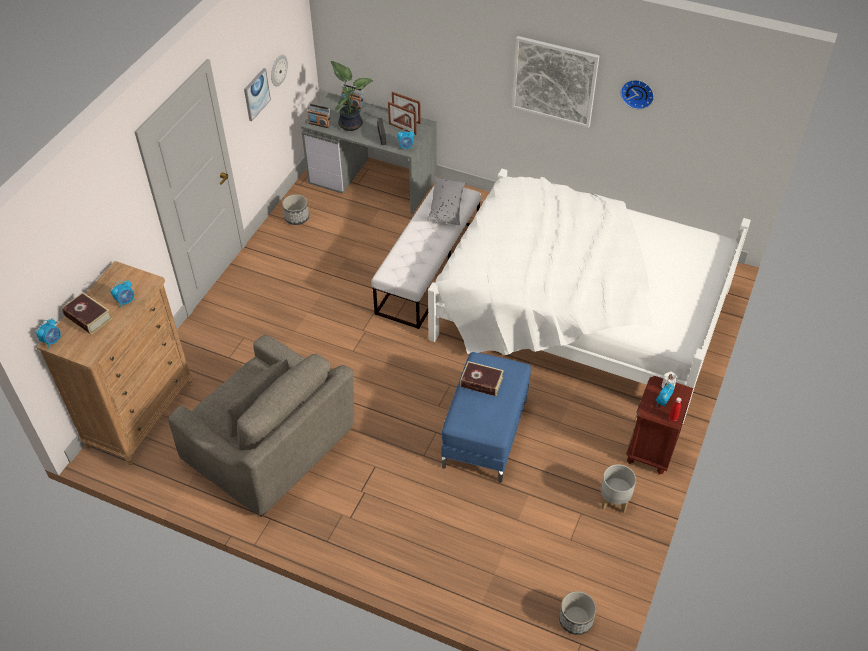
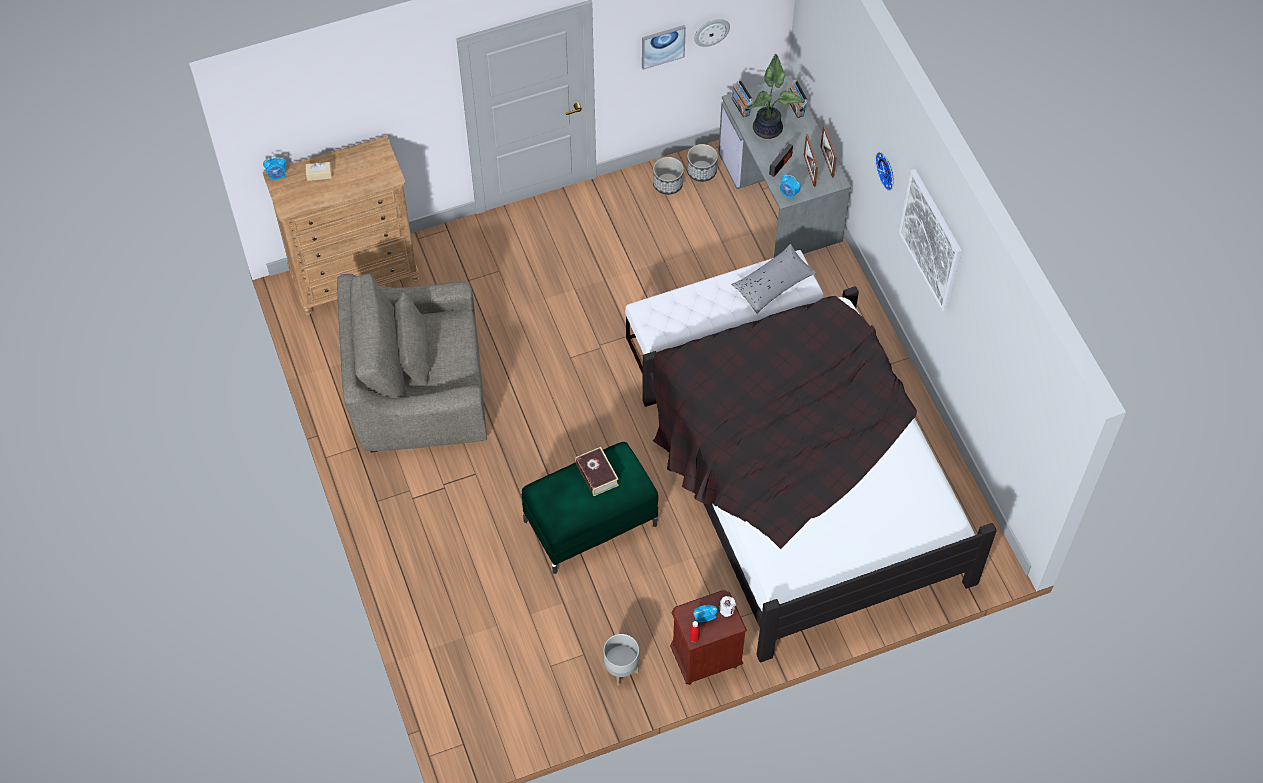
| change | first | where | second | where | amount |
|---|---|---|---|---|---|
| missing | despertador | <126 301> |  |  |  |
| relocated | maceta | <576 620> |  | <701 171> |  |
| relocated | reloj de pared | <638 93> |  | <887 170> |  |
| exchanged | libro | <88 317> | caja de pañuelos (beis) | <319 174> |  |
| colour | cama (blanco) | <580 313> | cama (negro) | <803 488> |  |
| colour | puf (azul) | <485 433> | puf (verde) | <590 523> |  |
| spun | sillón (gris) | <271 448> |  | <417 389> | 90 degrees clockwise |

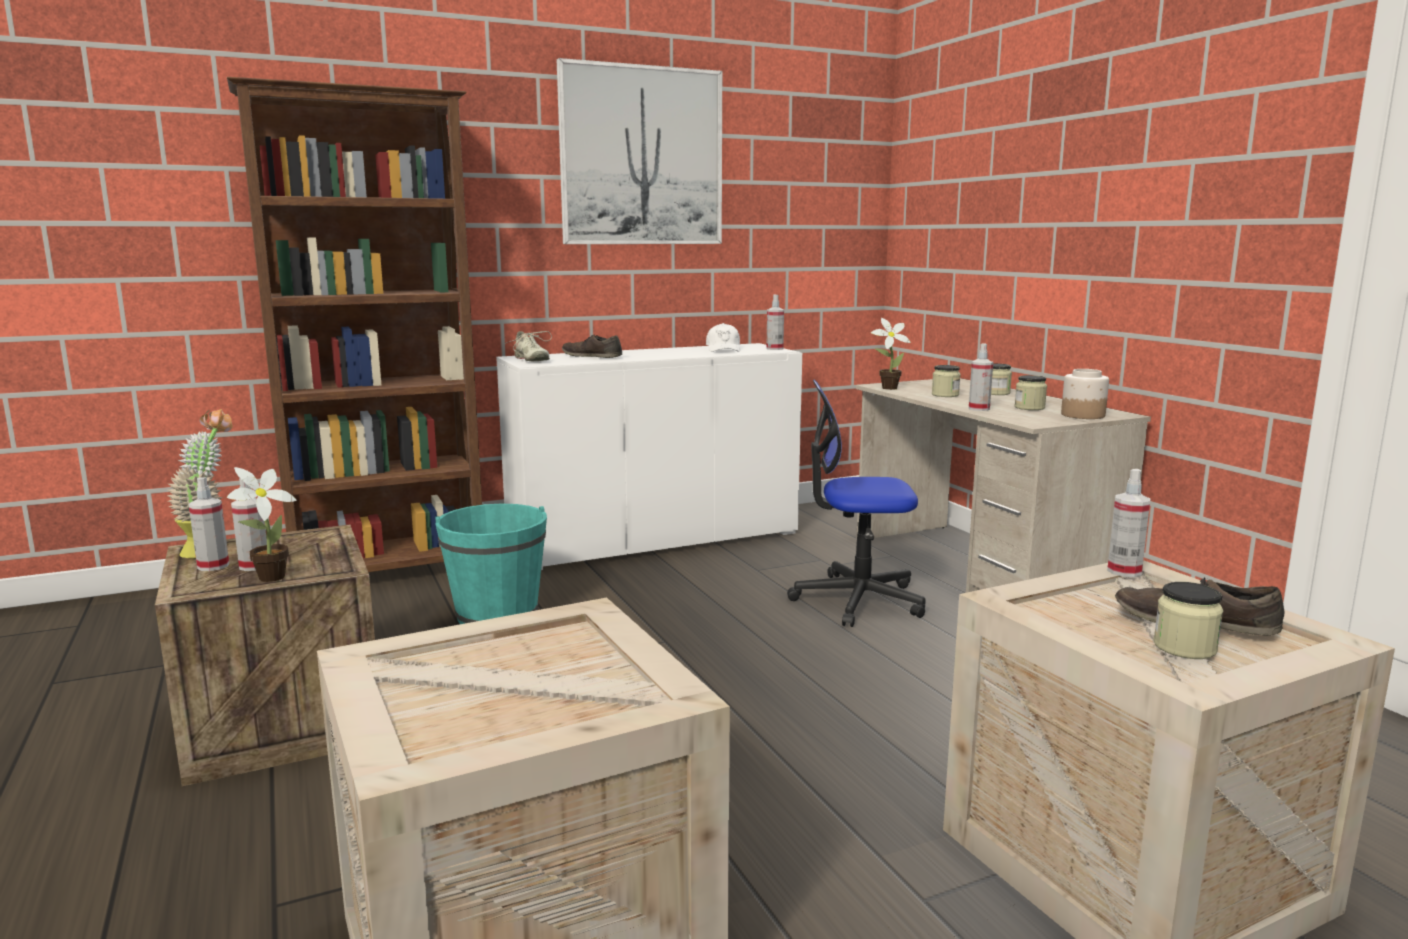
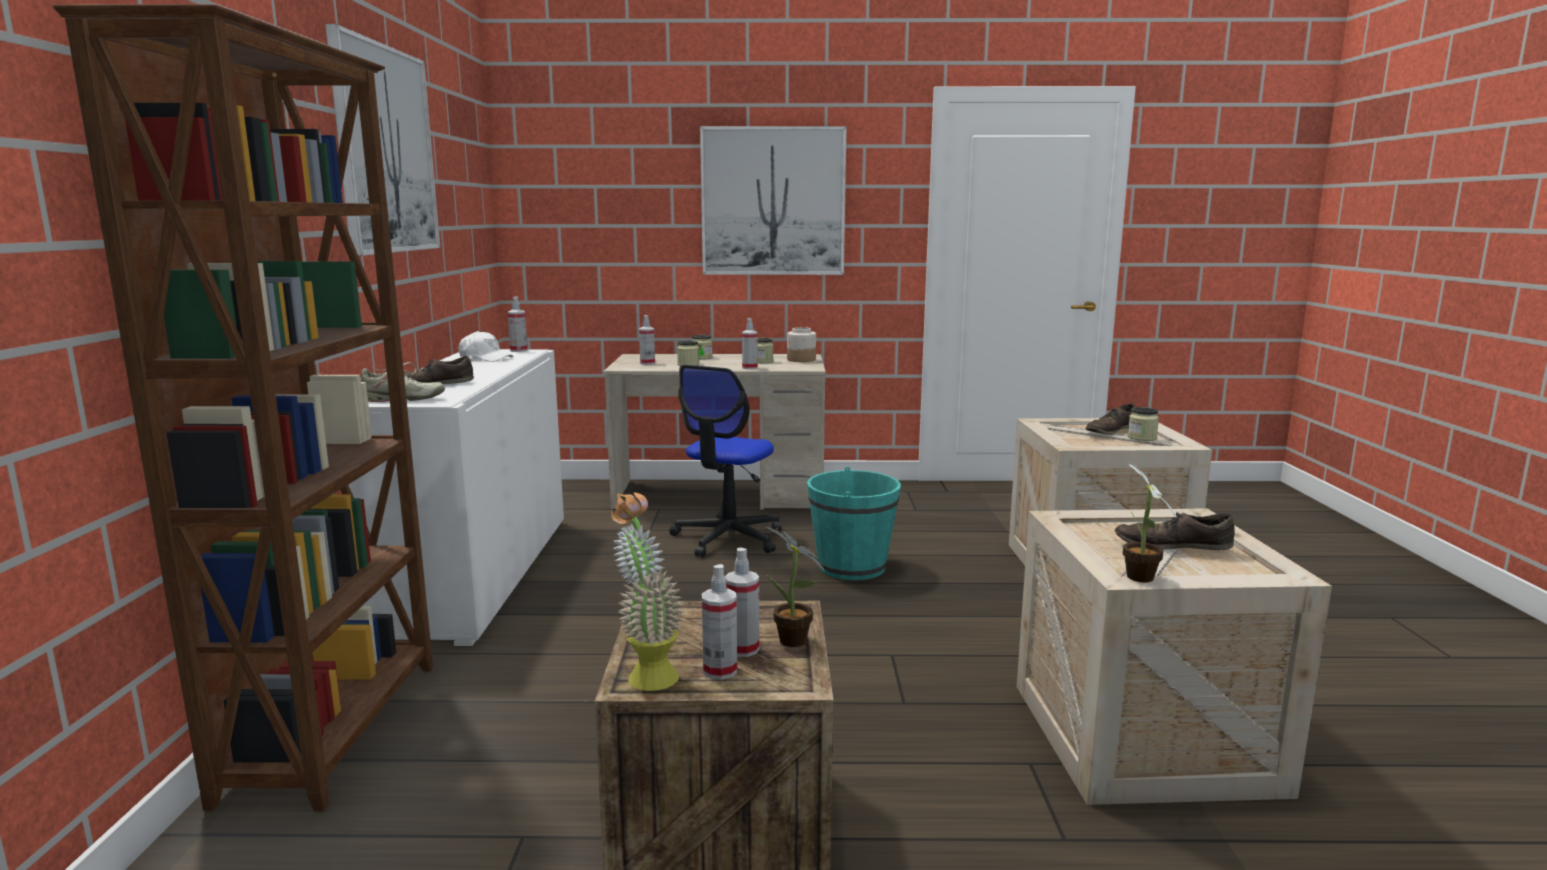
| change | first | where | second | where | amount |
|---|---|---|---|---|---|
| appeared |  |  | cuadro | <773 202> |  |
| appeared |  |  | zapato (marrón) | <1172 545> |  |
| relocated | cubo (turquesa) | <497 616> |  | <852 567> |  |
| relocated | planta en maceta | <886 388> |  | <1139 579> |  |
| relocated | pulverizador | <1124 571> |  | <647 363> |  |

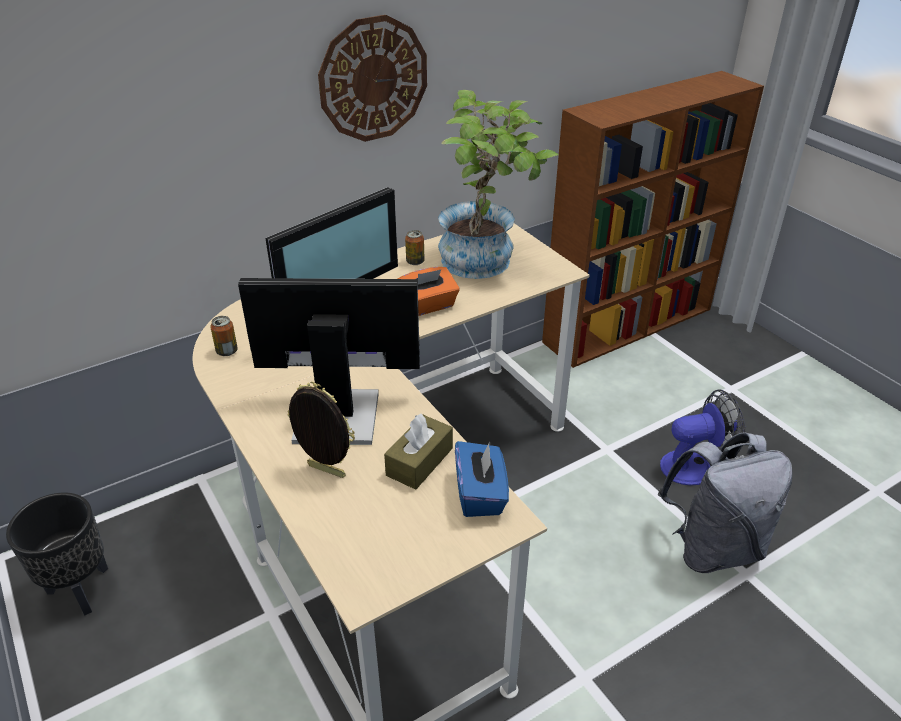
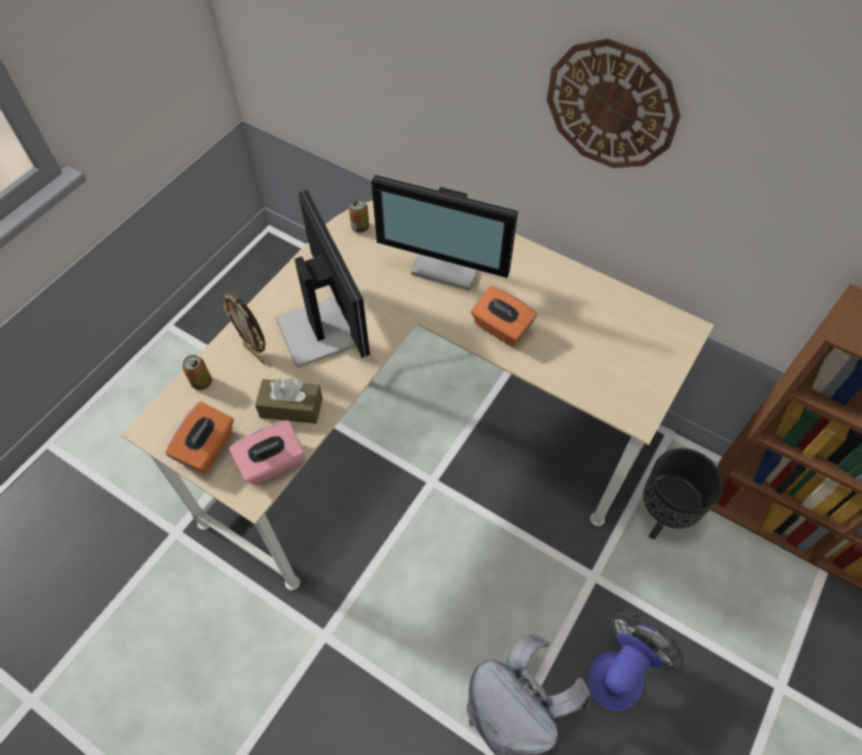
| change | first | where | second | where | amount |
|---|---|---|---|---|---|
| missing | planta en maceta | <487 262> |  |  |  |
| appeared |  |  | caja de pañuelos (naranja) | <207 448> |  |
| relocated | maceta (negro) | <80 590> |  | <662 515> |  |
| relocated | lata | <415 261> |  | <201 382> |  |
| colour | caja de pañuelos (azul) | <480 494> | caja de pañuelos (rosa) | <272 463> |  |
| spun | portarretratos | <325 472> |  | <255 353> | 135 degrees clockwise |
| spun | ventilador | <694 466> |  | <620 671> | 105 degrees counterclockwise |

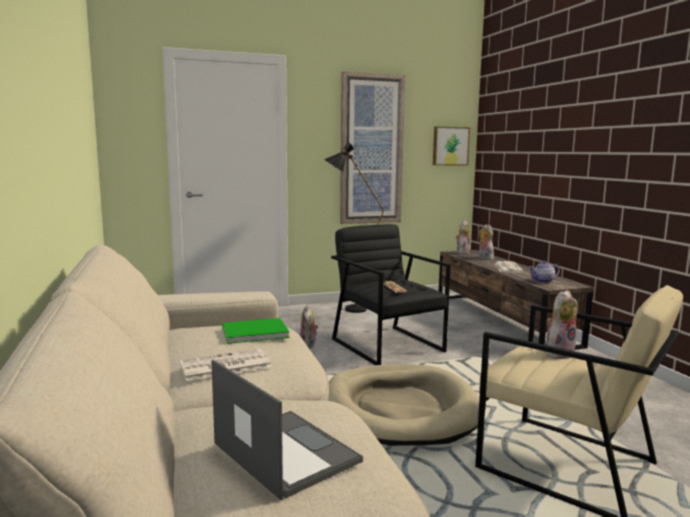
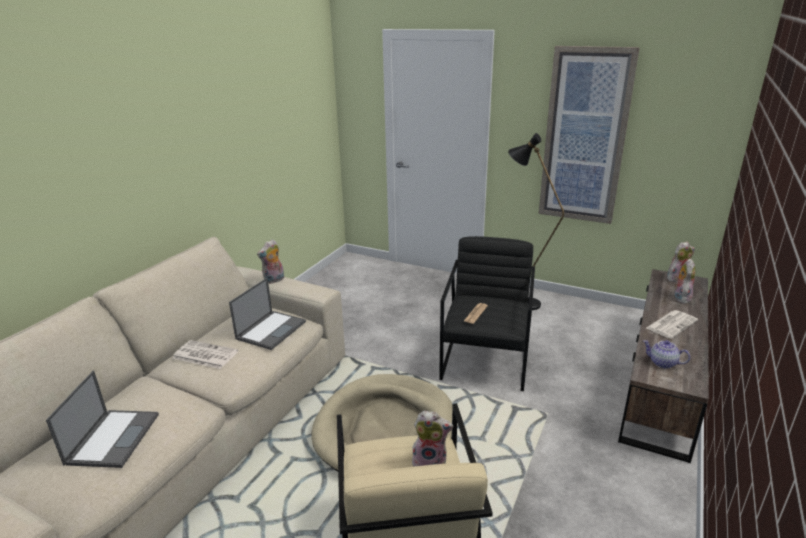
| change | first | where | second | where | amount |
|---|---|---|---|---|---|
| missing | cuadro | <450 146> |  |  |  |
| relocated | peluche | <308 346> |  | <274 280> |  |
| exchanged | libro (verde) | <253 332> | portátil | <271 329> |  |

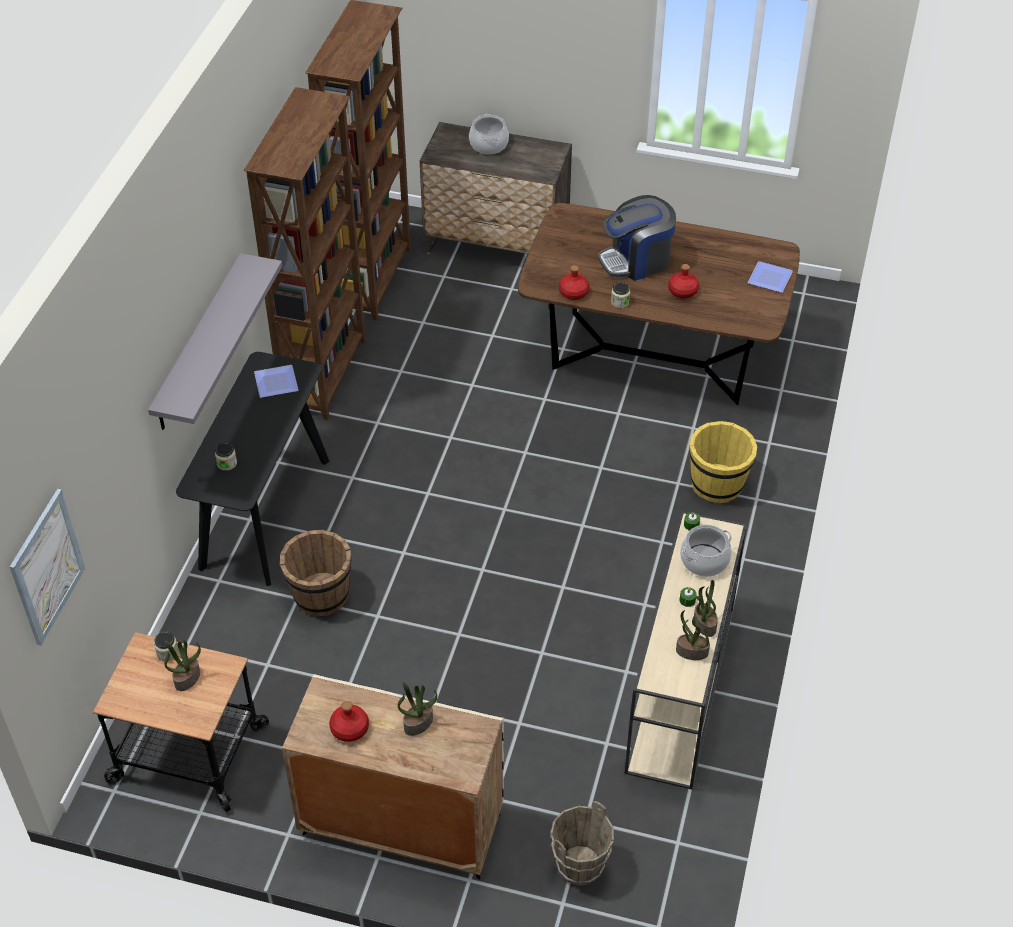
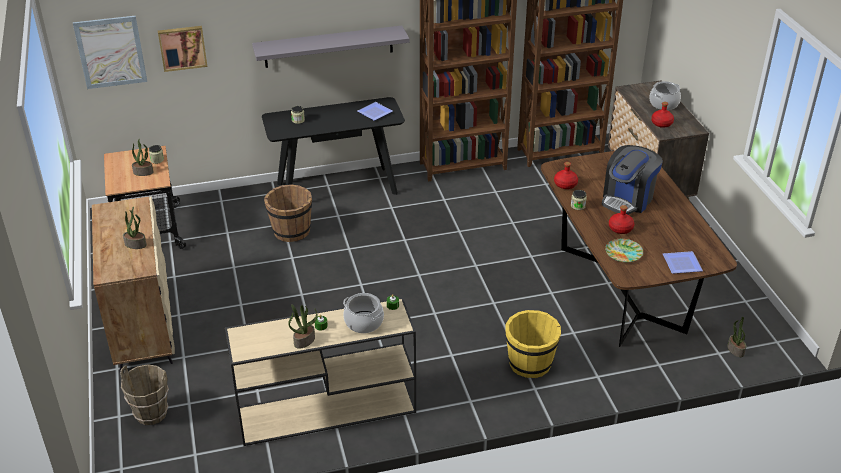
| change | first | where | second | where | amount |
|---|---|---|---|---|---|
| appeared |  |  | cuadro | <182 47> |  |
| appeared |  |  | plato | <623 253> |  |
| relocated | botella (rojo) | <349 729> |  | <661 123> |  |
| relocated | planta en maceta | <691 652> |  | <735 350> |  |
| spun | cafetera | <636 260> |  | <628 199> | 90 degrees counterclockwise |

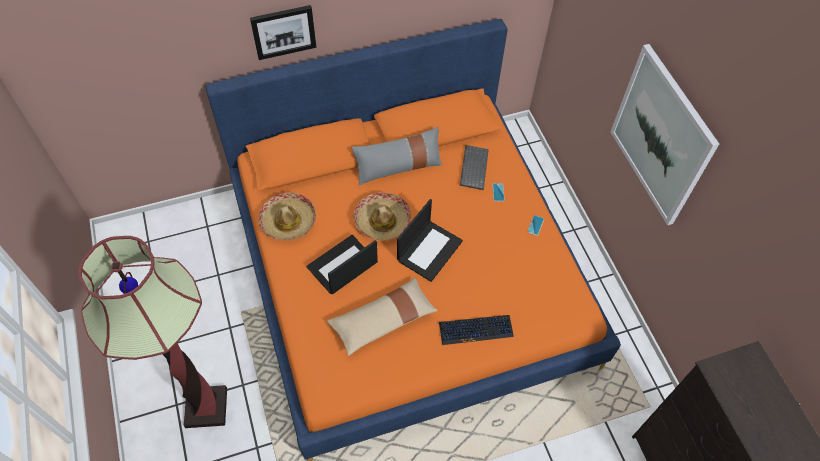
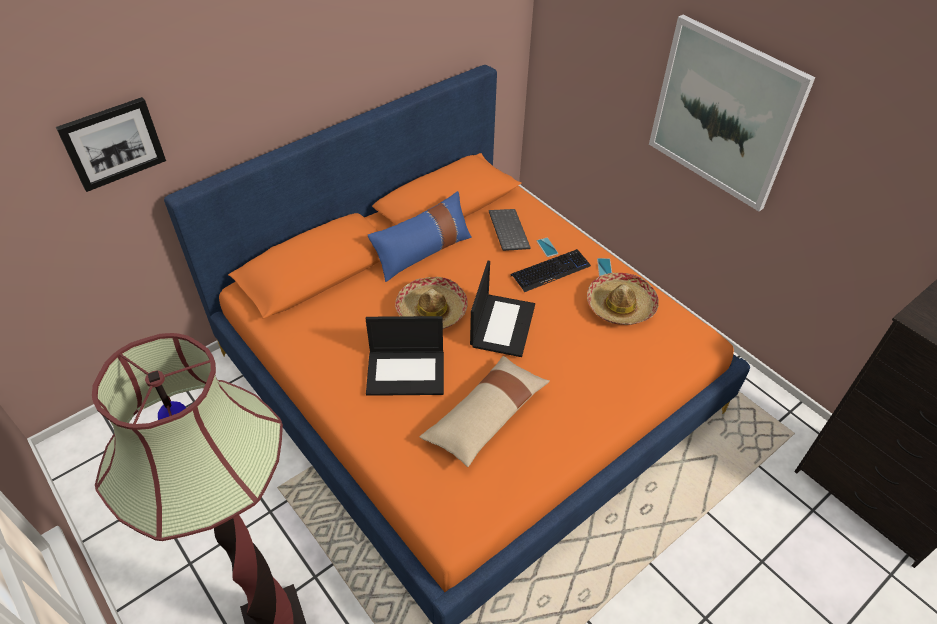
| change | first | where | second | where | amount |
|---|---|---|---|---|---|
| relocated | cuadro | <283 31> |  | <113 143> |  |
| relocated | sombrero | <288 221> |  | <620 305> |  |
| relocated | teclado | <475 330> |  | <550 271> |  |
| colour | cojín (gris) | <398 167> | cojín (azul) | <423 252> |  |
| spun | portátil | <342 266> |  | <406 372> | 120 degrees counterclockwise |

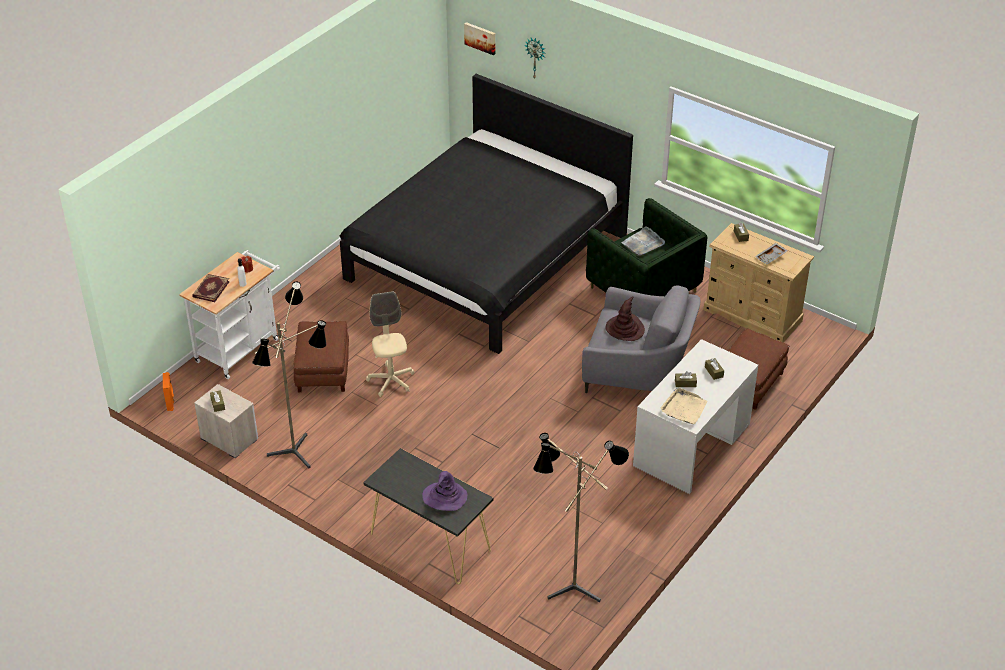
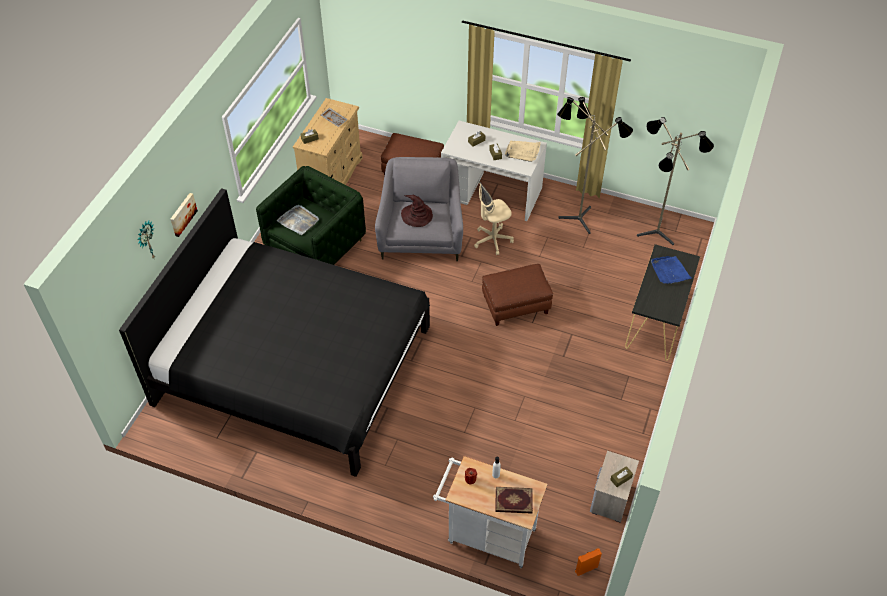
| change | first | where | second | where | amount |
|---|---|---|---|---|---|
| relocated | lámpara de pie | <300 454> |  | <578 216> |  |
| relocated | puf (marrón) | <322 370> |  | <515 305> |  |
| relocated | silla de oficina (beis) | <391 381> |  | <492 240> |  |
| relocated | cuadro | <480 38> |  | <182 214> |  |
| exchanged | sombrero (morado) | <444 497> | bandeja (azul) | <669 271> |  |

